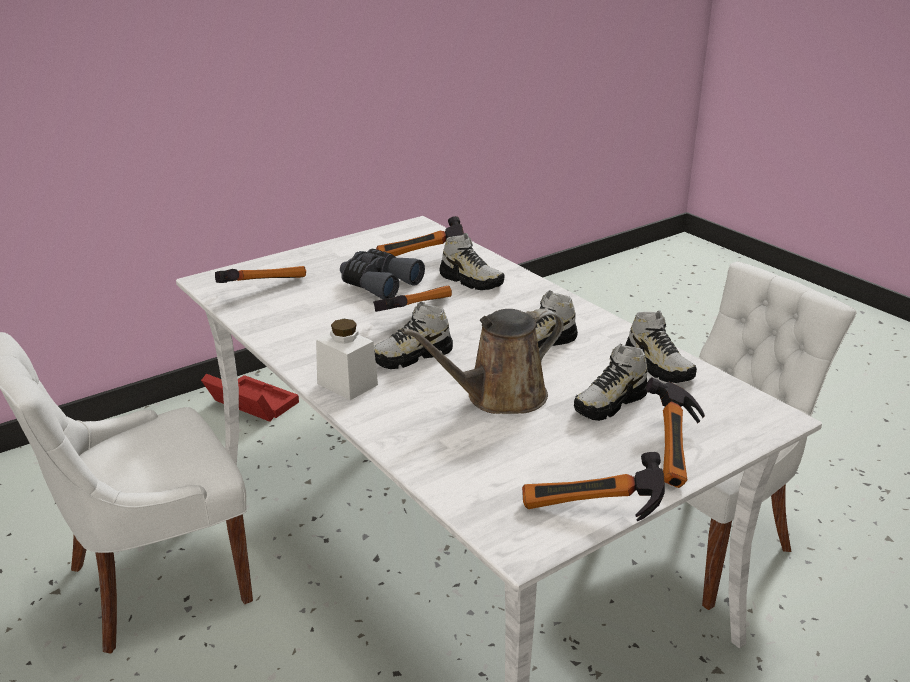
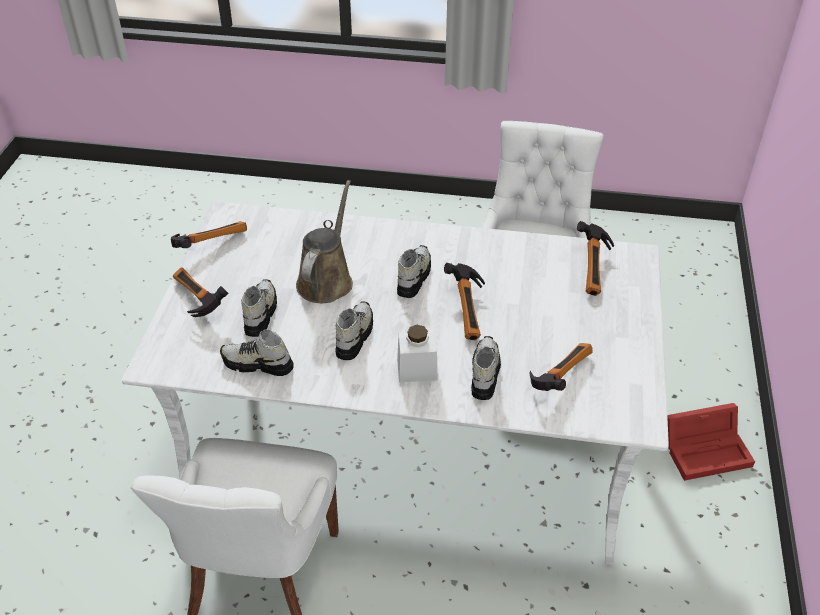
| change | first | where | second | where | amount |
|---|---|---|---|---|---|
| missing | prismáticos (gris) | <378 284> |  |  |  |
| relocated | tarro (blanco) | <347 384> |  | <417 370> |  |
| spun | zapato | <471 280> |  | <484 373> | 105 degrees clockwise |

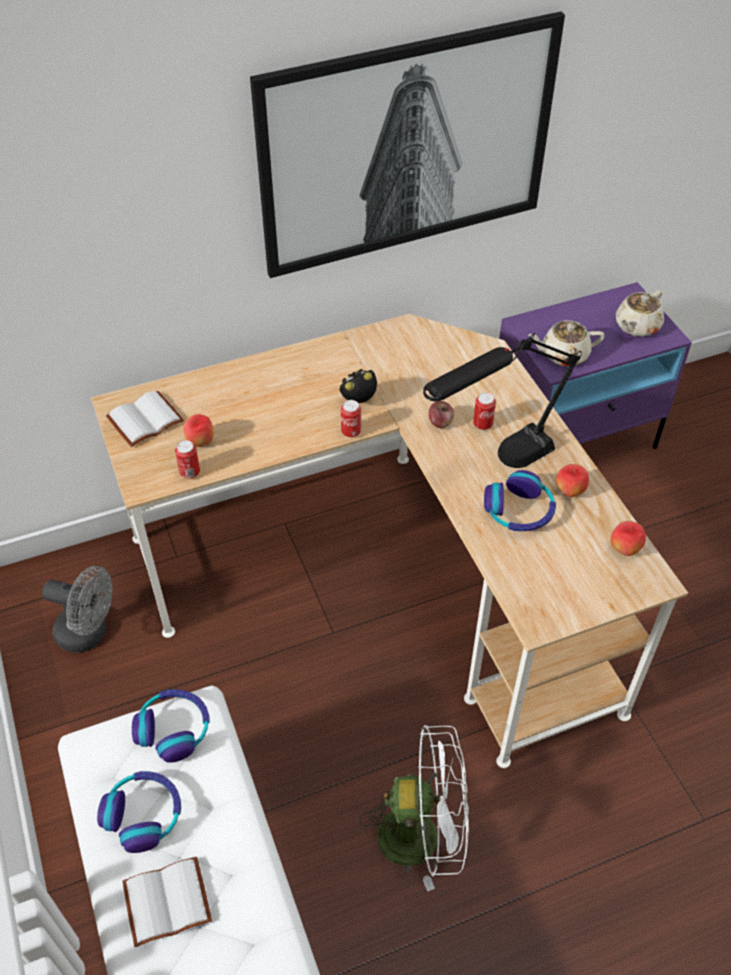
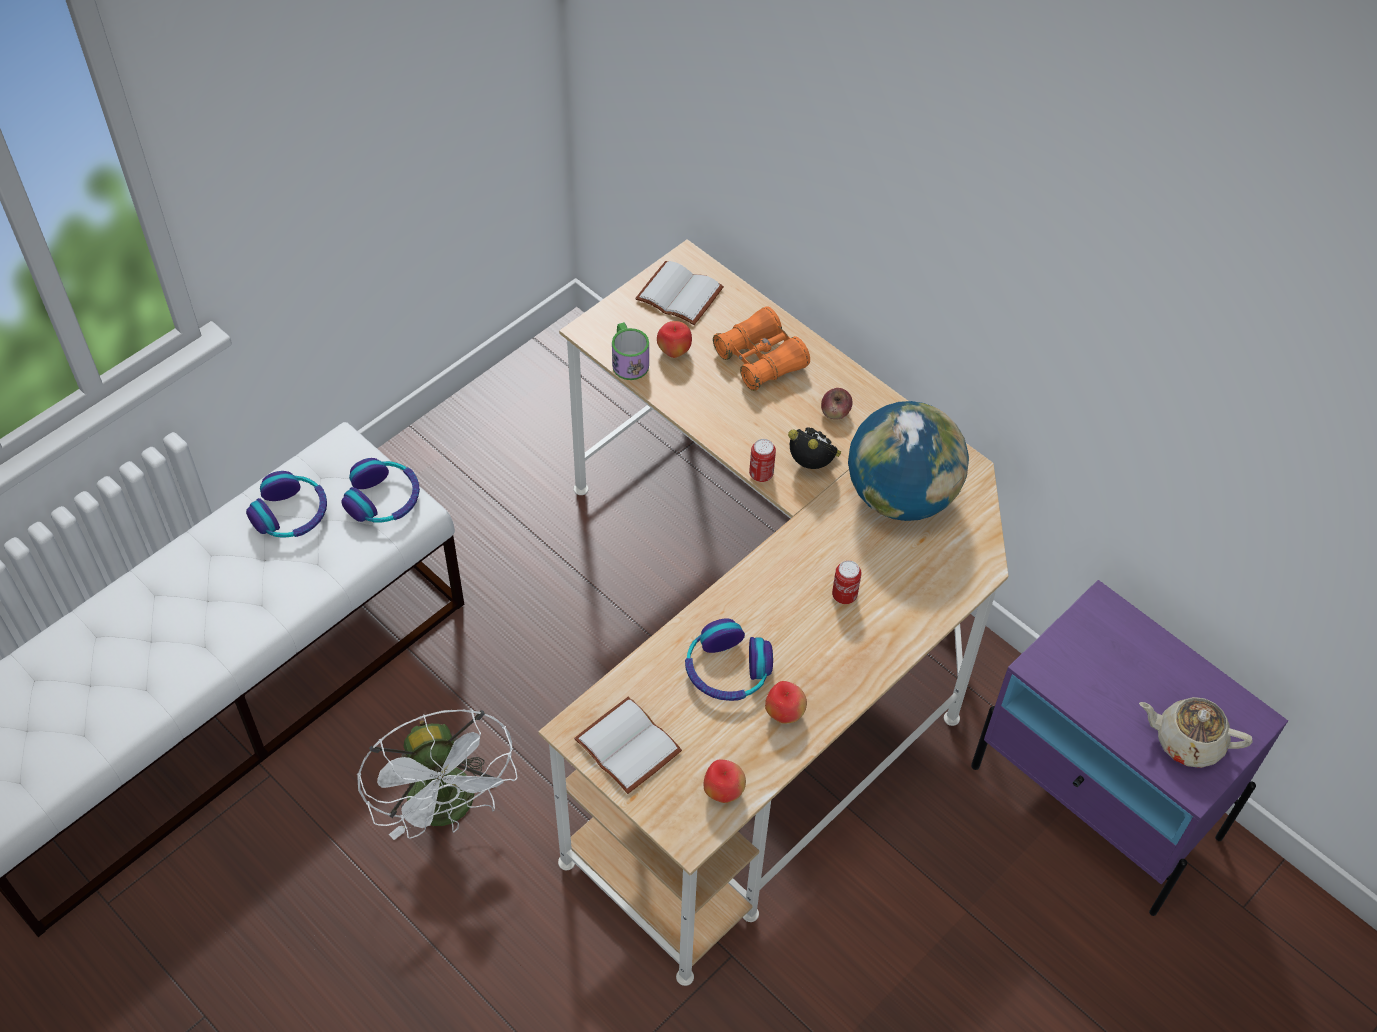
| change | first | where | second | where | amount |
|---|---|---|---|---|---|
| missing | ventilador (gris) | <89 633> |  |  |  |
| missing | cuadro | <406 145> |  |  |  |
| missing | lámpara de mesa (negro) | <494 466> |  |  |  |
| missing | tetera (beis) | <563 355> |  |  |  |
| appeared |  |  | prismáticos (naranja) | <760 359> |  |
| appeared |  |  | globo terráqueo | <901 496> |  |
| relocated | libro (blanco) | <168 899> |  | <631 745> |  |
| relocated | manzana | <440 422> |  | <835 412> |  |
| exchanged | lata | <190 472> | taza grande | <628 360> |  |

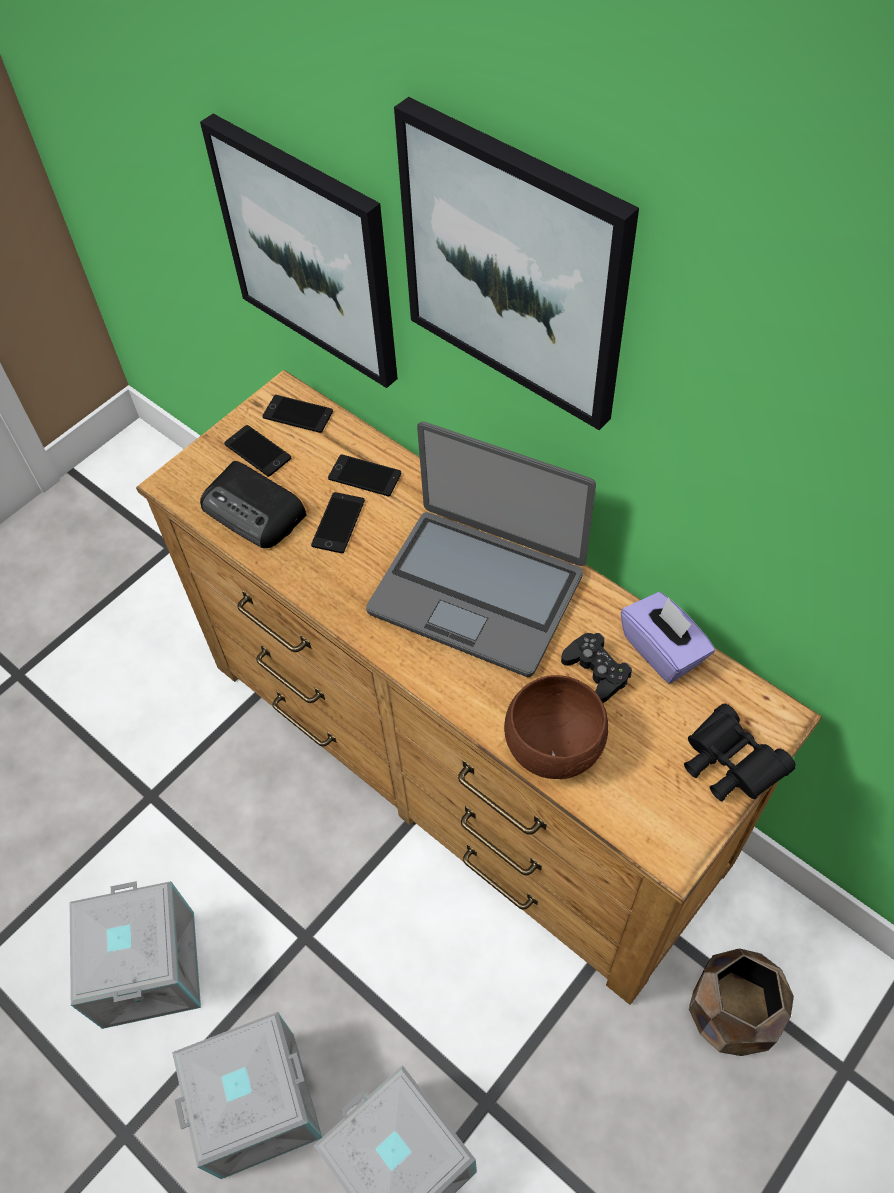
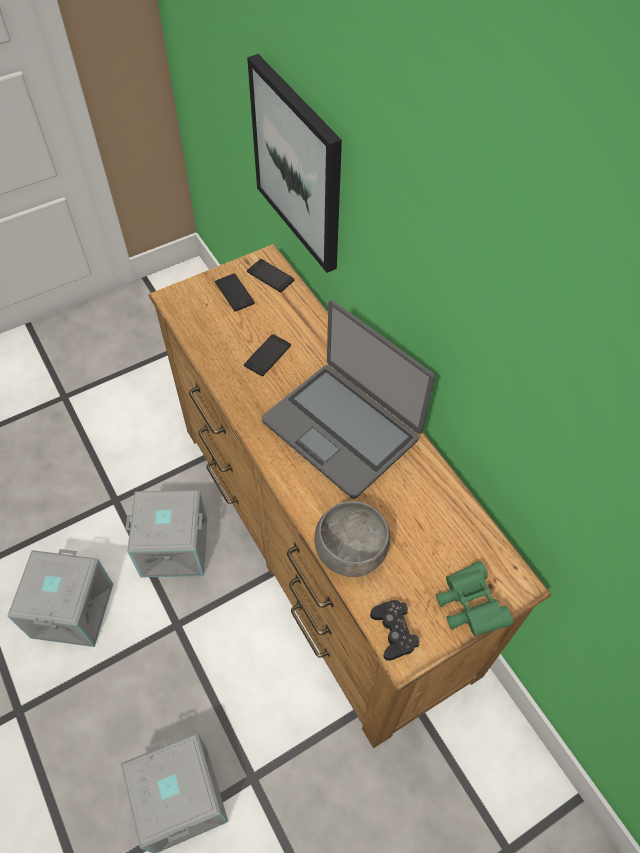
| change | first | where | second | where | amount |
|---|---|---|---|---|---|
| missing | radio | <255 511> |  |  |  |
| missing | móvil | <364 476> |  |  |  |
| missing | cuadro | <515 266> |  |  |  |
| missing | caja de pañuelos (morado) | <663 650> |  |  |  |
| missing | maceta (marrón) | <732 1014> |  |  |  |
| relocated | caja de almacenaje (gris) | <258 1101> |  | <175 546> |  |
| relocated | mando de consola (negro) | <596 671> |  | <394 631> |  |
| colour | cuenco (marrón) | <554 749> | cuenco (gris) | <350 553> |  |
| colour | prismáticos (negro) | <728 765> | prismáticos (verde) | <468 605> |  |

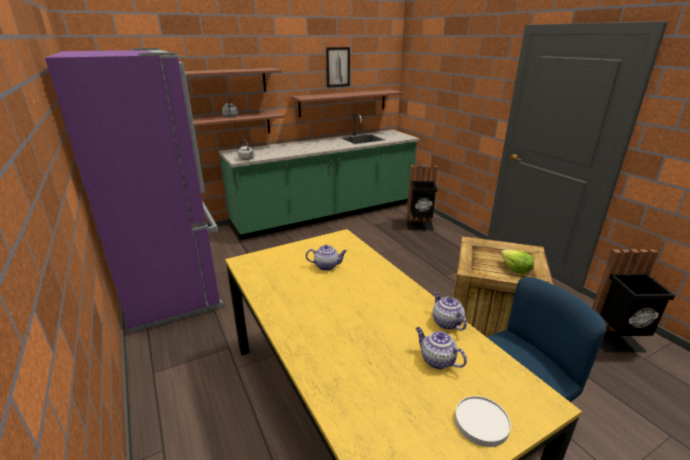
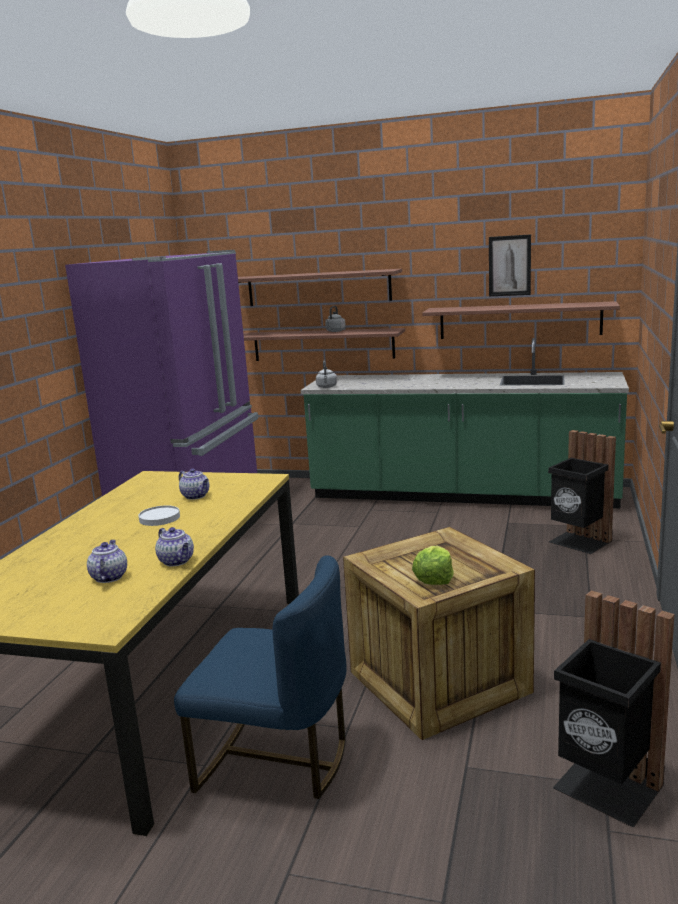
| change | first | where | second | where | amount |
|---|---|---|---|---|---|
| relocated | plato (blanco) | <481 423> |  | <159 518> |  |
| spun | tetera | <446 322> |  | <177 561> | 120 degrees clockwise |

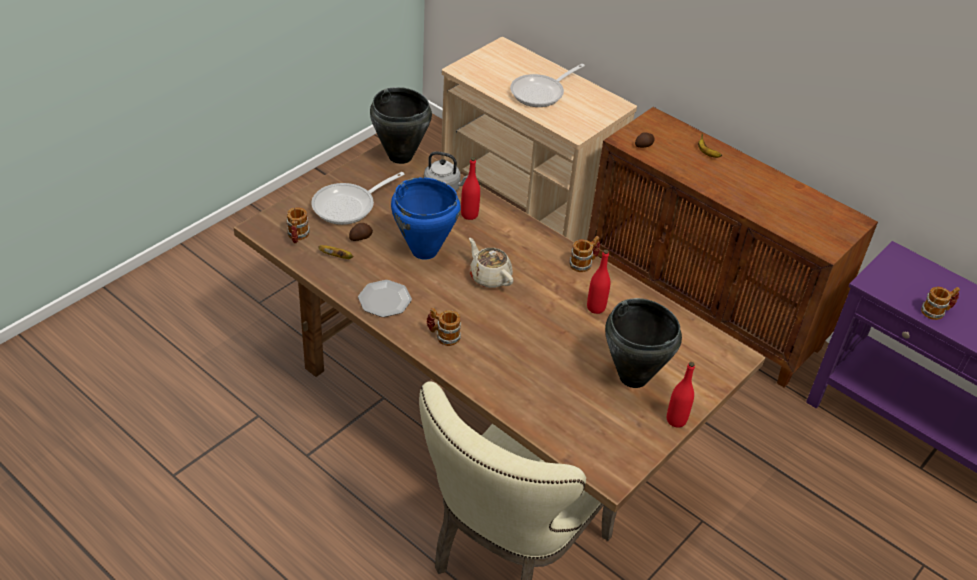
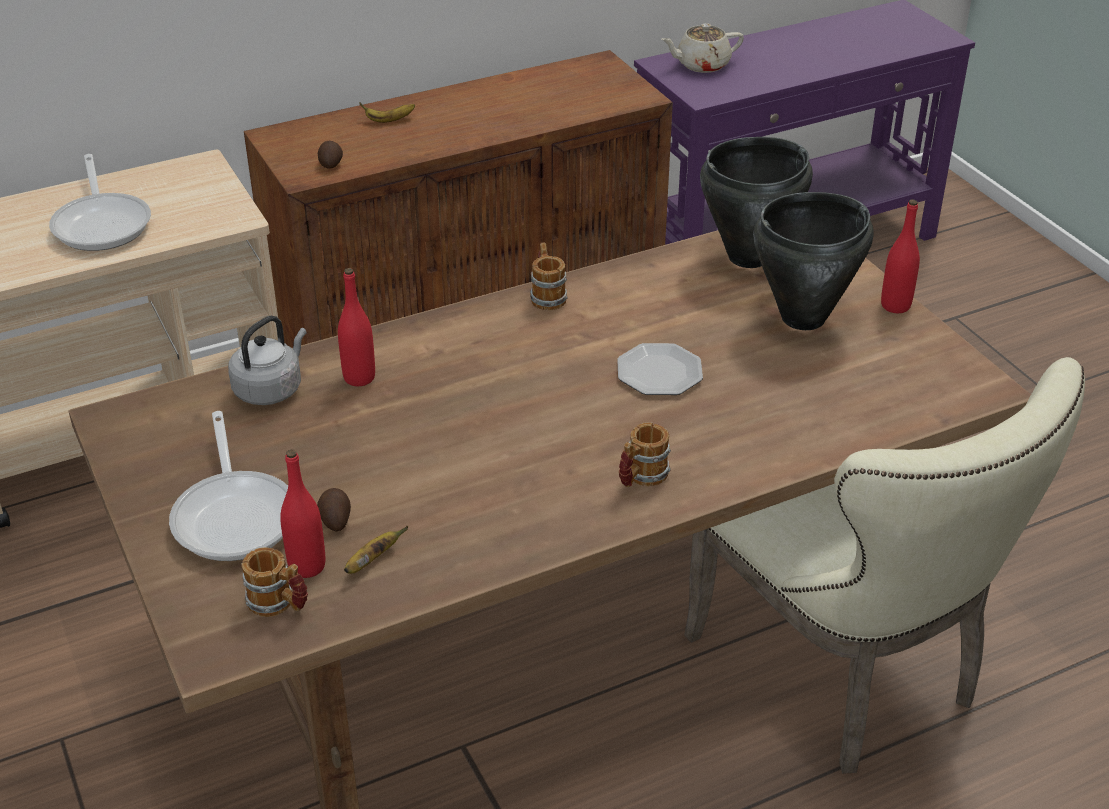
| change | first | where | second | where | amount |
|---|---|---|---|---|---|
| missing | olla (azul) | <424 251> |  |  |  |
| missing | taza grande | <936 311> |  |  |  |
| relocated | plato | <384 300> |  | <658 373> |  |
| relocated | olla (negro) | <400 157> |  | <750 257> |  |
| relocated | tetera (beis) | <489 277> |  | <701 65> |  |
| relocated | botella (rojo) | <596 308> |  | <307 566> |  |

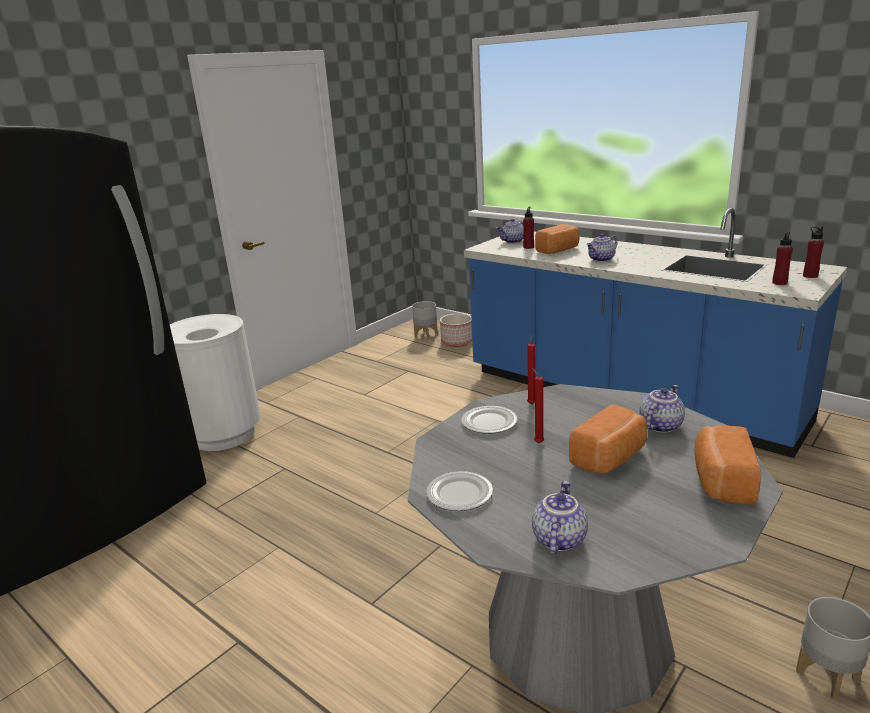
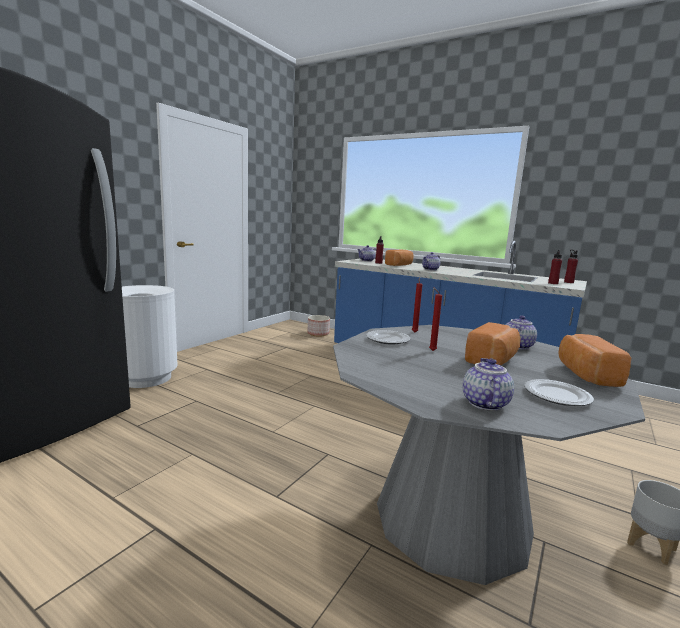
| change | first | where | second | where | amount |
|---|---|---|---|---|---|
| missing | maceta (gris) | <426 335> |  |  |  |
| relocated | plato | <460 494> |  | <557 395> |  |

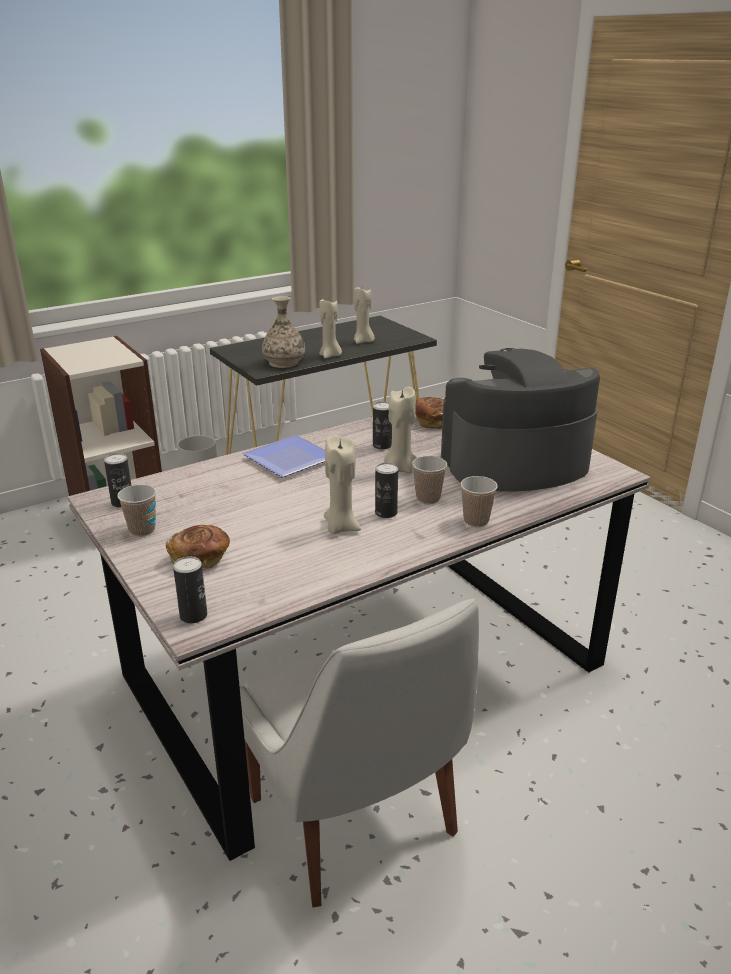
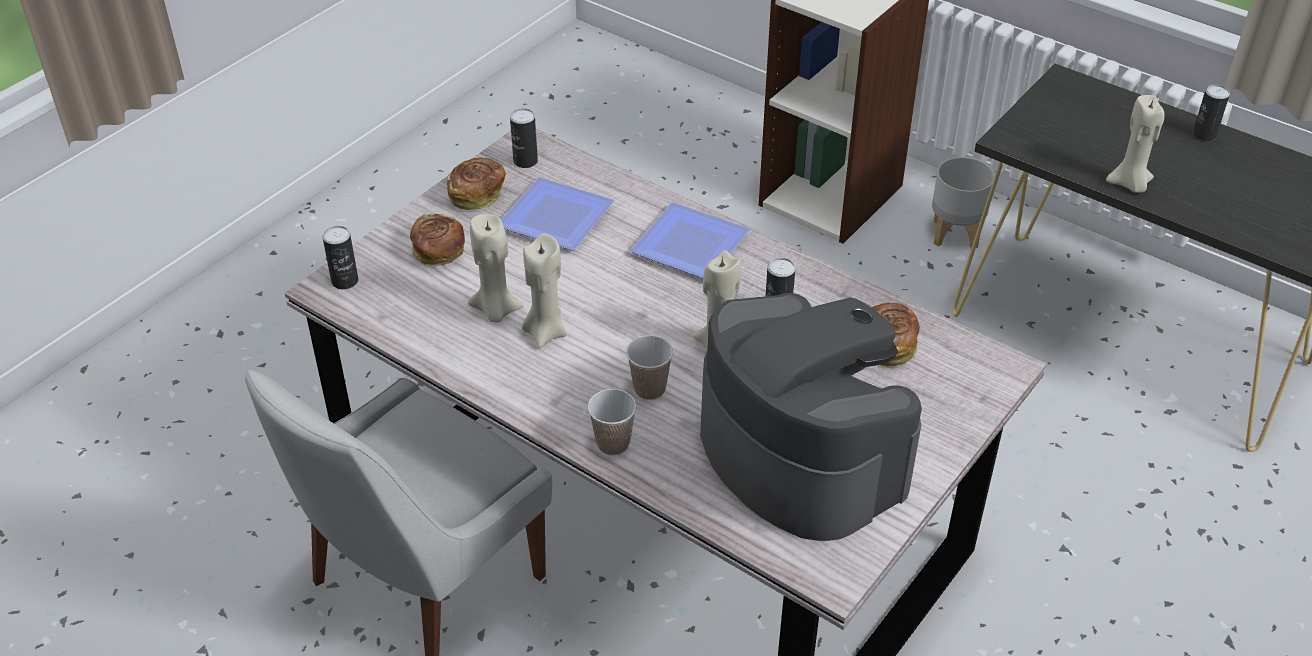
| change | first | where | second | where | amount |
|---|---|---|---|---|---|
| missing | florero | <284 363> |  |  |  |
| appeared |  |  | plato | <551 219> |  |
| relocated | vela (beis) | <363 341> |  | <495 311> |  |
| relocated | lata | <386 513> |  | <1204 135> |  |
| exchanged | taza | <142 530> | pan | <477 195> |  |

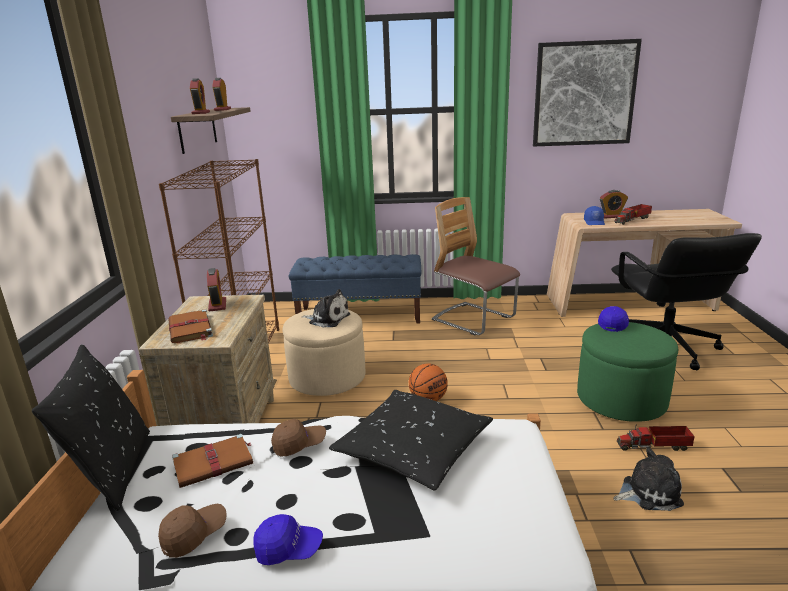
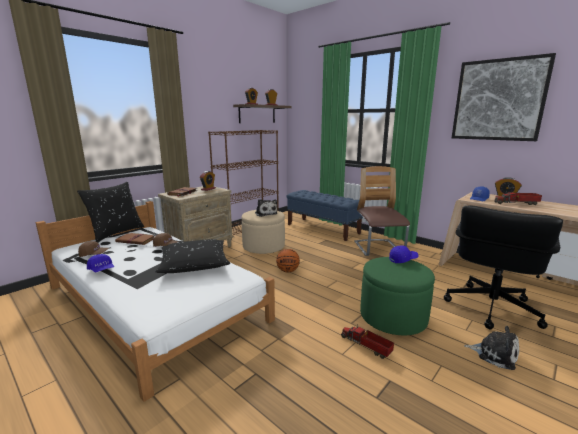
| change | first | where | second | where | amount |
|---|---|---|---|---|---|
| relocated | peluche | <648 492> |  | <494 354> |  |

